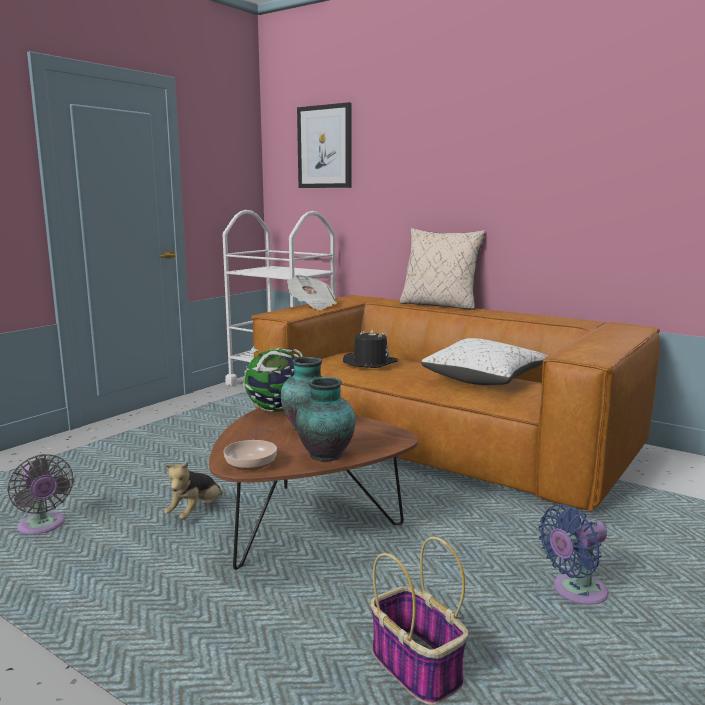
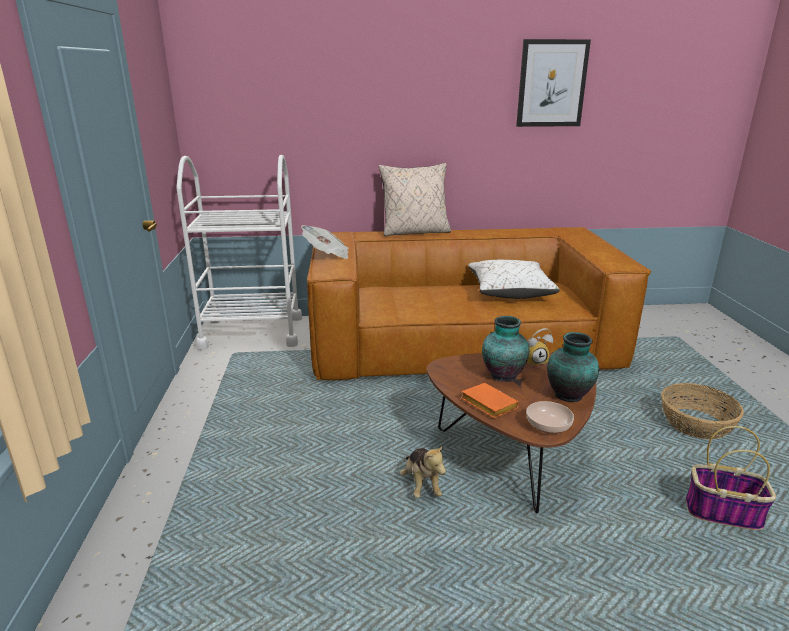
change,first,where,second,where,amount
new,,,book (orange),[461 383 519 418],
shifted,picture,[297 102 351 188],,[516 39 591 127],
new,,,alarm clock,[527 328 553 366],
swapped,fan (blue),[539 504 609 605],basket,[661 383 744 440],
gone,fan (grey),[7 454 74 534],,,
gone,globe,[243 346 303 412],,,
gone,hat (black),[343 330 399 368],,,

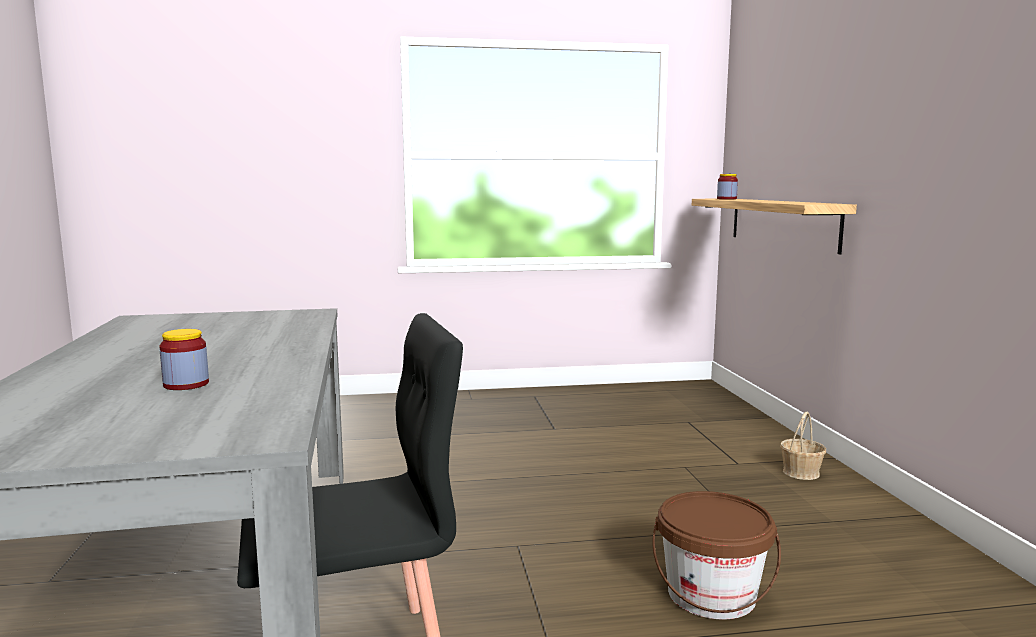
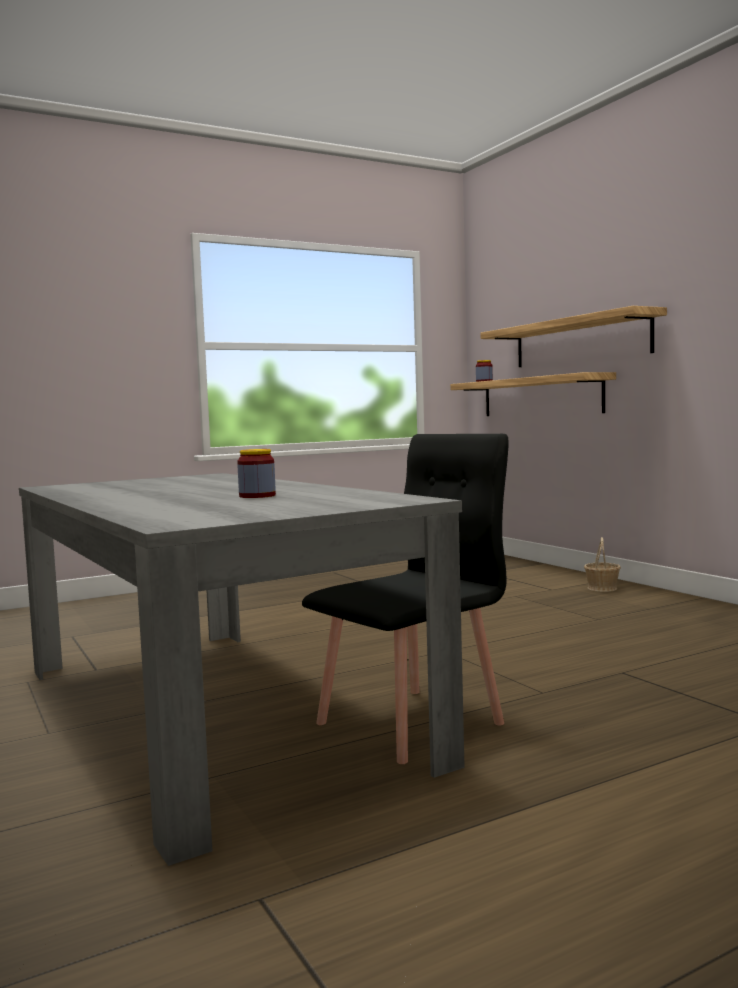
change,first,where,second,where,amount
new,,,shelf,[481 306 667 367],
gone,bucket (brown),[652 491 781 620],,,

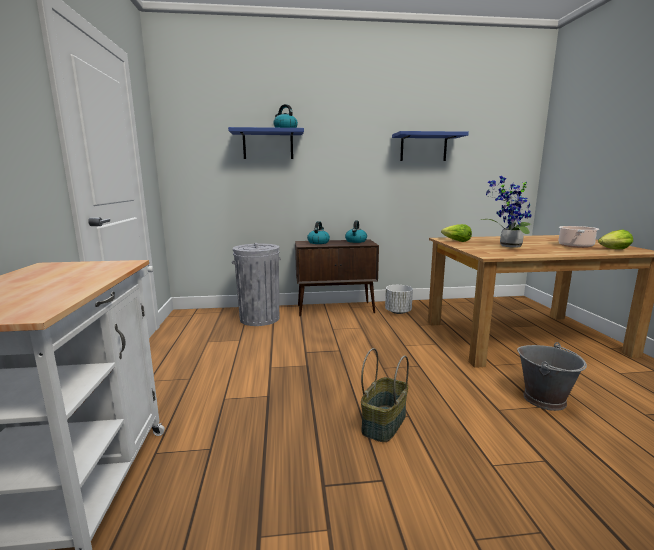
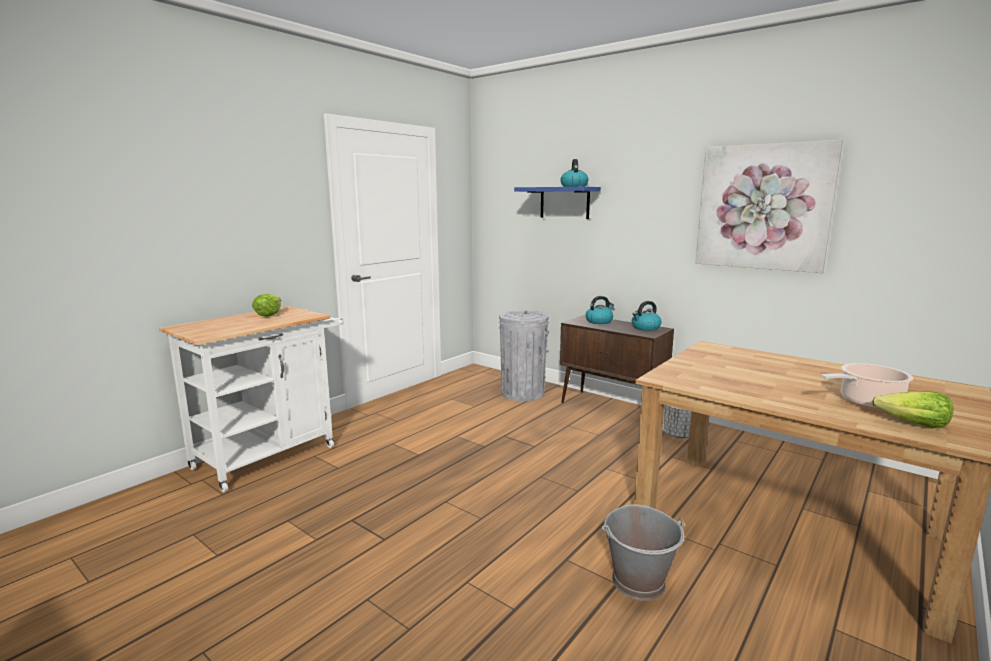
change,first,where,second,where,amount
shifted,lettuce,[441 224 472 242],,[252 294 281 317],
swapped,shelf (blue),[392 131 469 161],picture,[695 140 843 273],
gone,basket,[361 348 409 442],,,
gone,potted plant,[481 176 532 248],,,

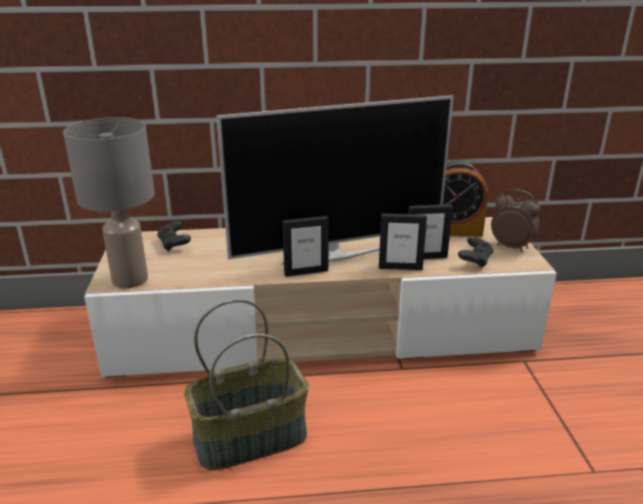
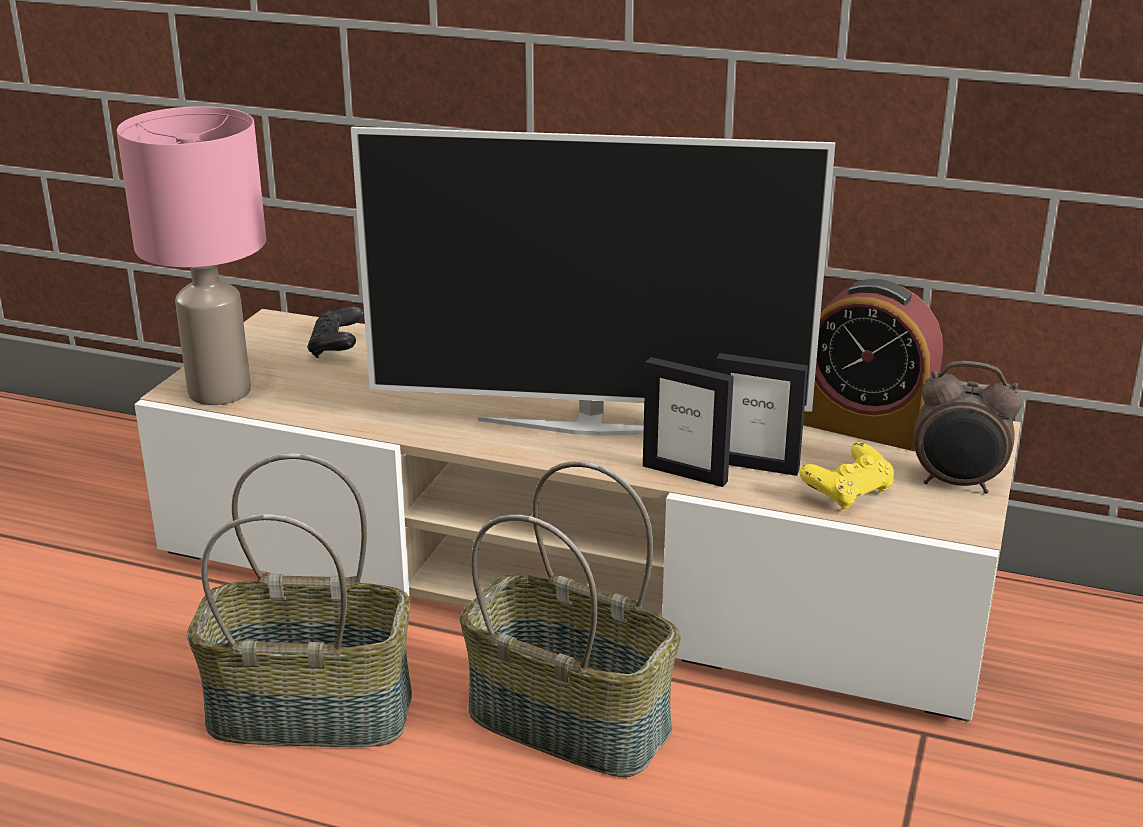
change,first,where,second,where,amount
repainted,table lamp (grey),[63 117 155 288],table lamp (pink),[117 106 266 405],
new,,,basket,[460 461 680 778],
repainted,game controller (black),[458 236 493 268],game controller (yellow),[800 442 894 511],
rotated,alarm clock,[491 189 540 252],,[914 361 1022 494],135 degrees clockwise
gone,picture frame,[283 216 329 277],,,

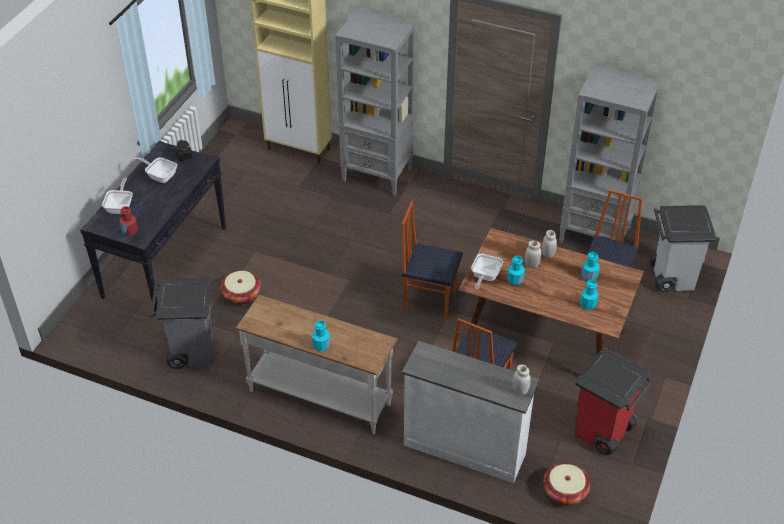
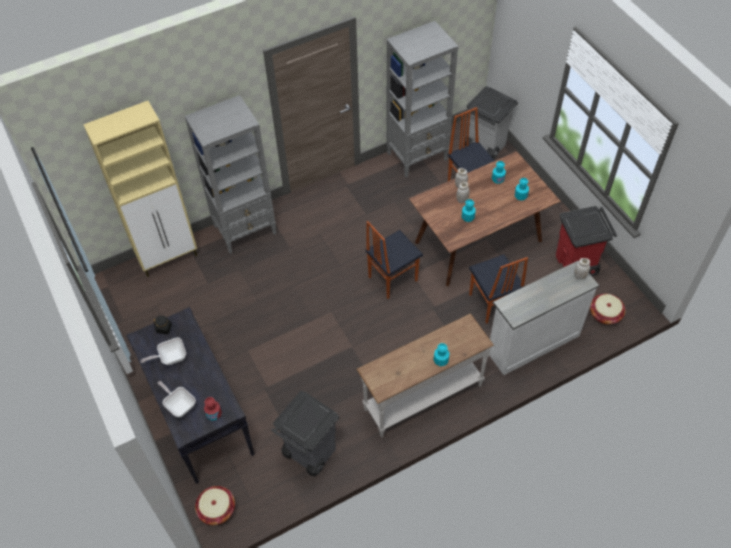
change,first,where,second,where,amount
shifted,basket,[221 271 261 305],,[195 486 235 525],
gone,frying pan,[471 254 503 290],,,

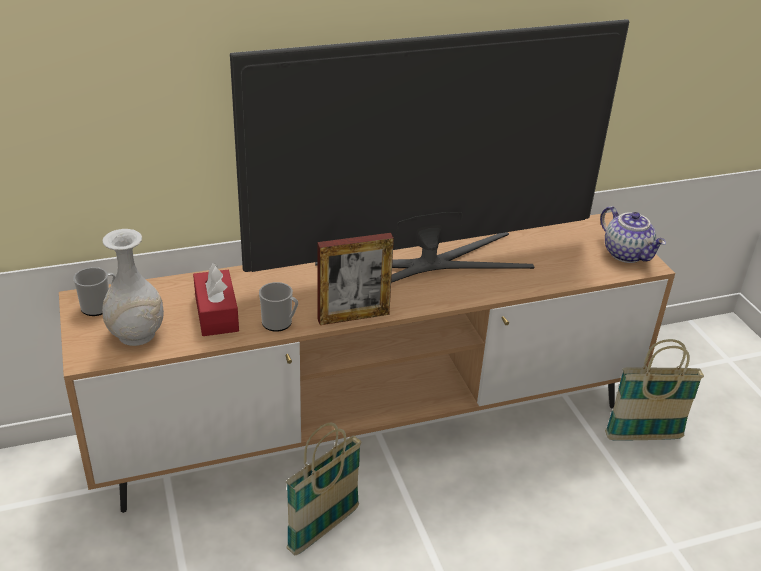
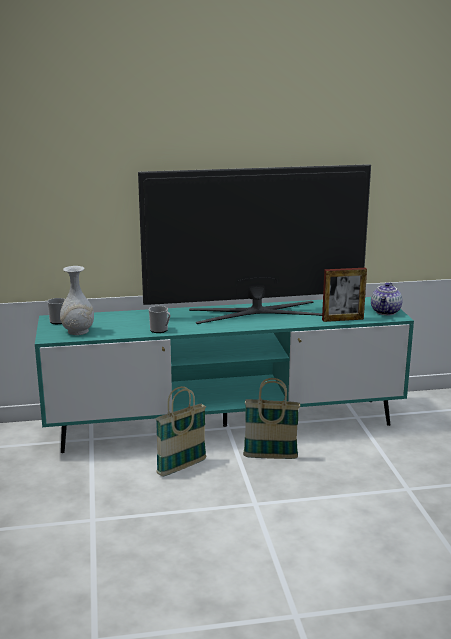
change,first,where,second,where,amount
repainted,tv stand (brown),[59 212 675 513],tv stand (turquoise),[35 297 414 453],
shifted,basket,[605 339 704 441],,[243 378 300 459],
shifted,picture frame,[317 233 394 325],,[322 268 367 322],
rotated,teapot,[600 206 666 263],,[371 283 402 315],45 degrees clockwise
gone,tissue box (red),[193 263 239 336],,,

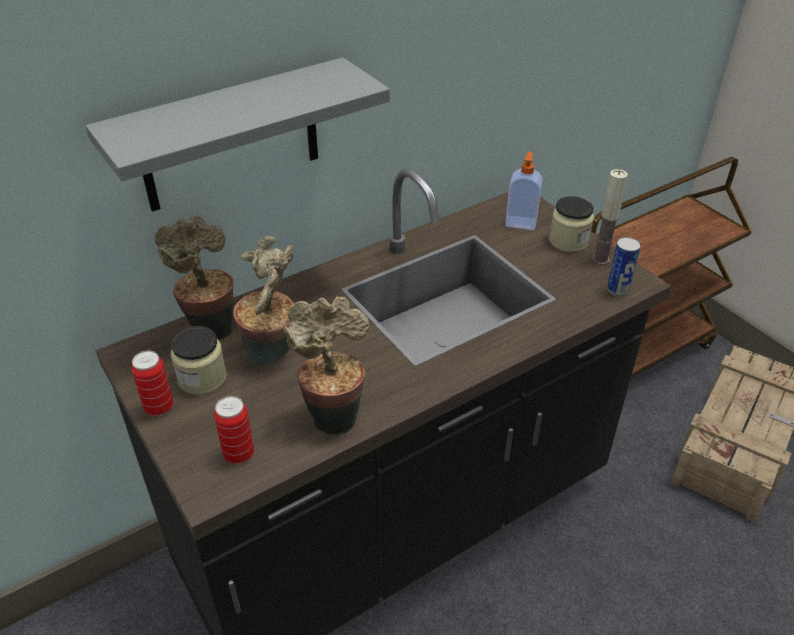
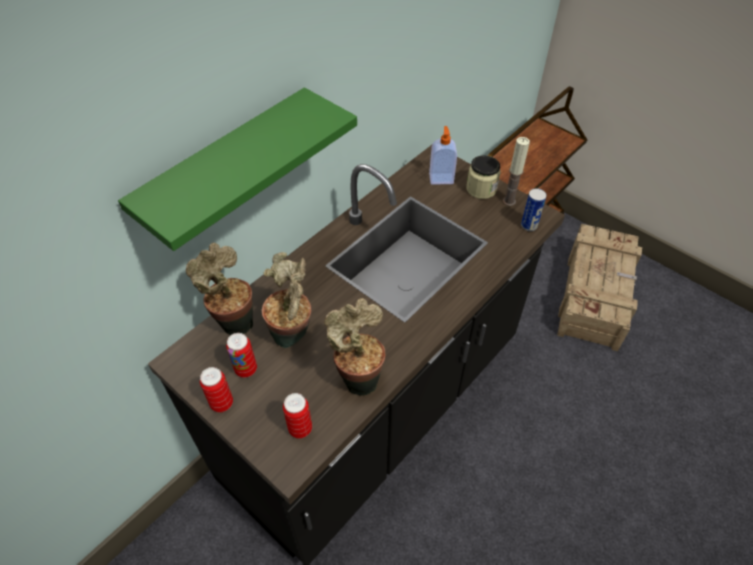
change,first,where,second,where,amount
repainted,shelf (grey),[85 57 390 212],shelf (green),[118 87 357 251],
swapped,jar,[171 326 227 395],can,[226 333 257 378],

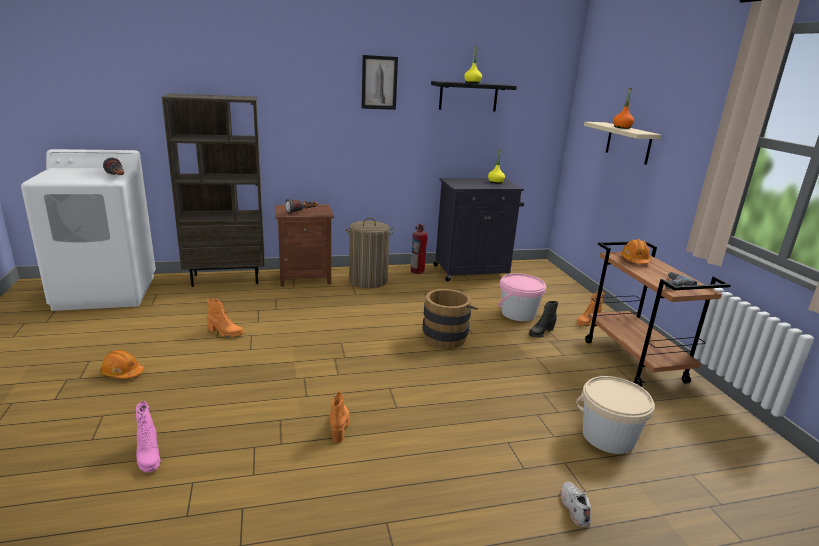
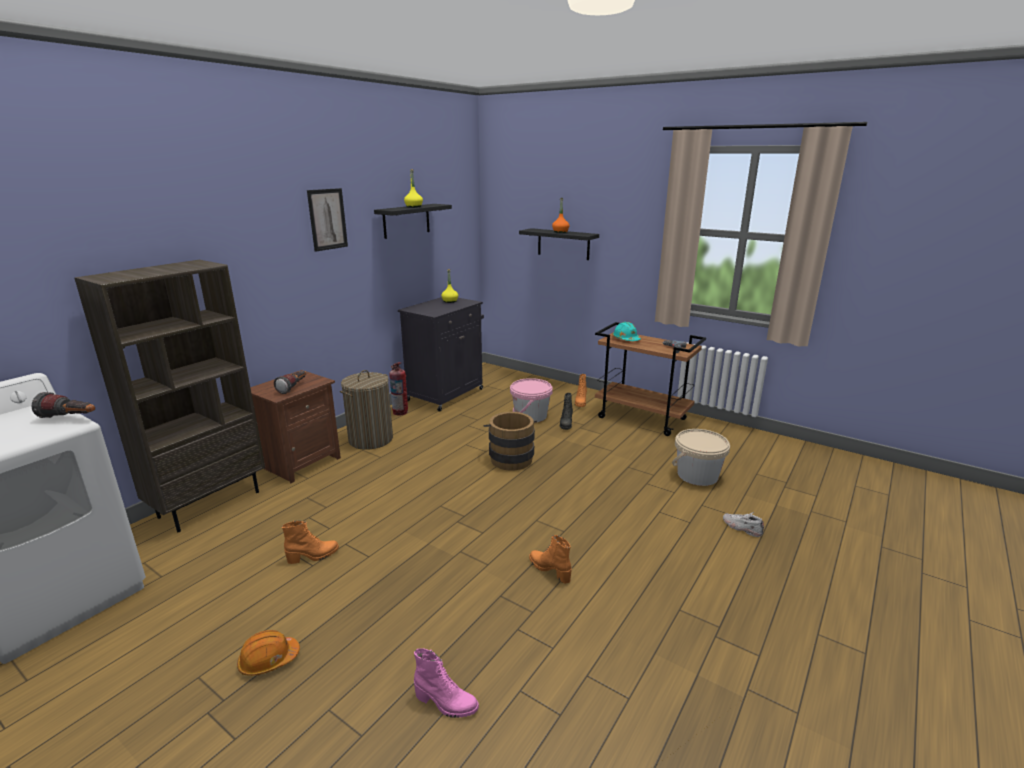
change,first,where,second,where,amount
repainted,shelf (beige),[584 122 661 165],shelf (black),[519 228 599 260],
repainted,hard hat (orange),[621 239 651 264],hard hat (turquoise),[613 322 641 341],

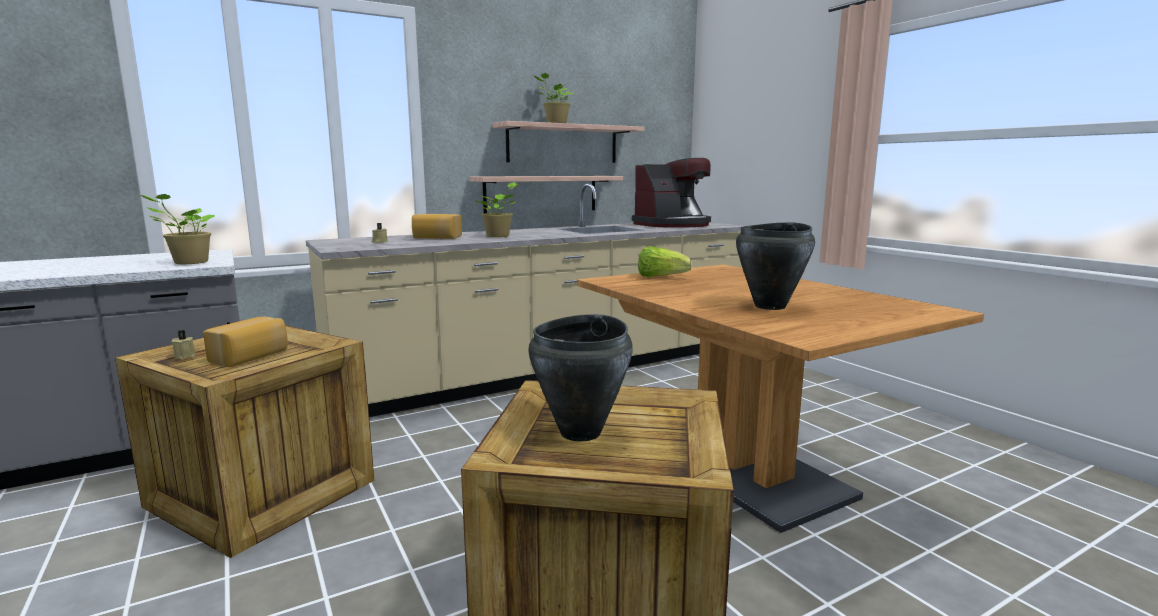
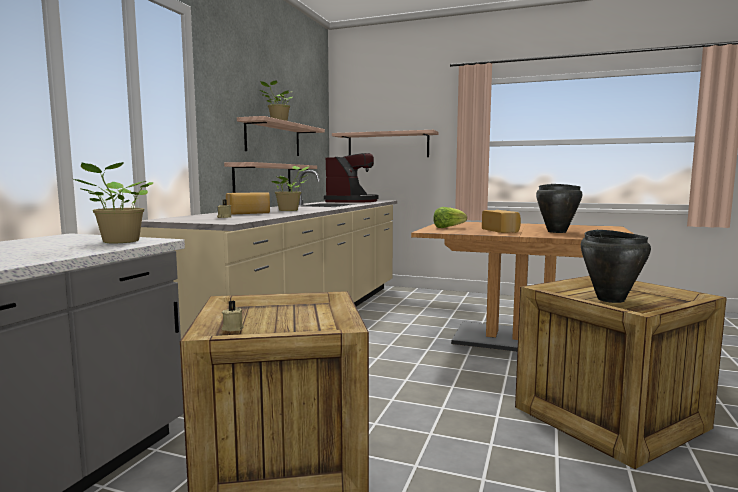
change,first,where,second,where,amount
new,,,shelf,[332 130 439 157],
shifted,bread,[203 317 287 367],,[482 210 521 233],

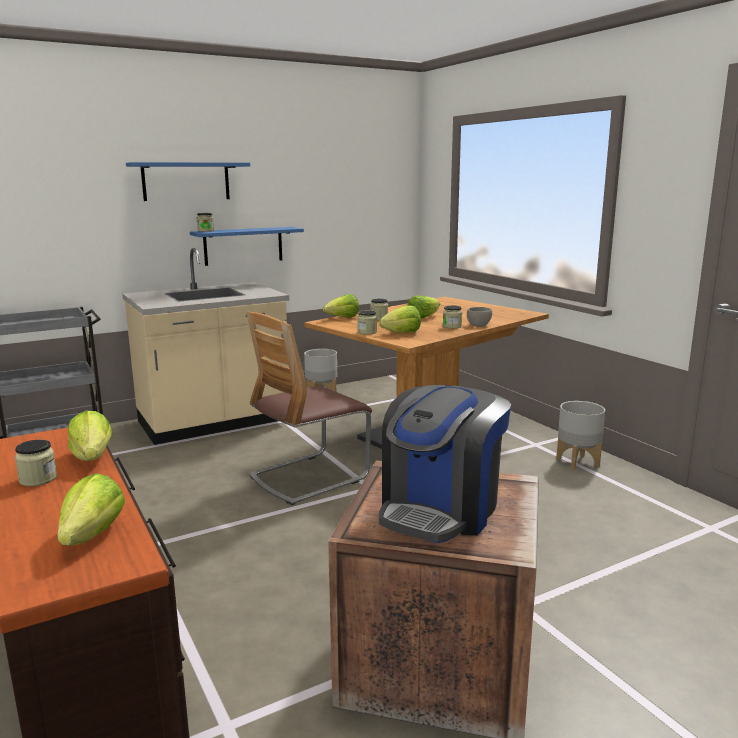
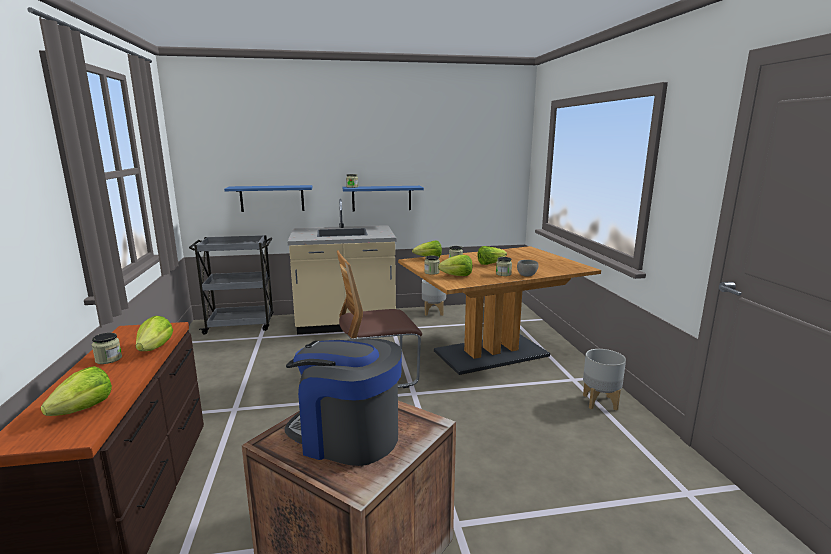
change,first,where,second,where,amount
shifted,shelf (blue),[126 162 250 201],,[224 185 313 212],
rotated,coffee machine,[379 385 511 543],,[285 339 402 466],60 degrees clockwise

